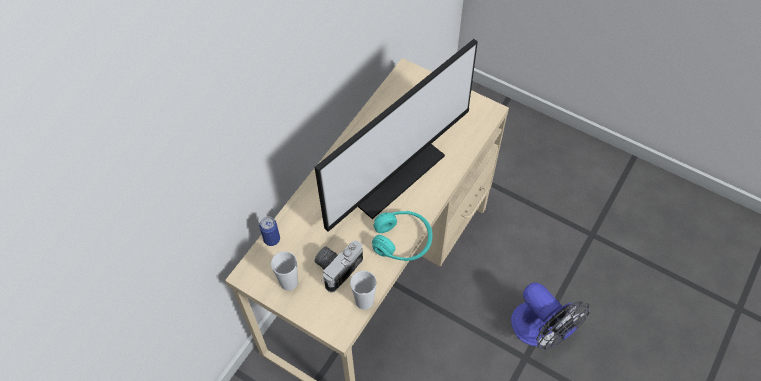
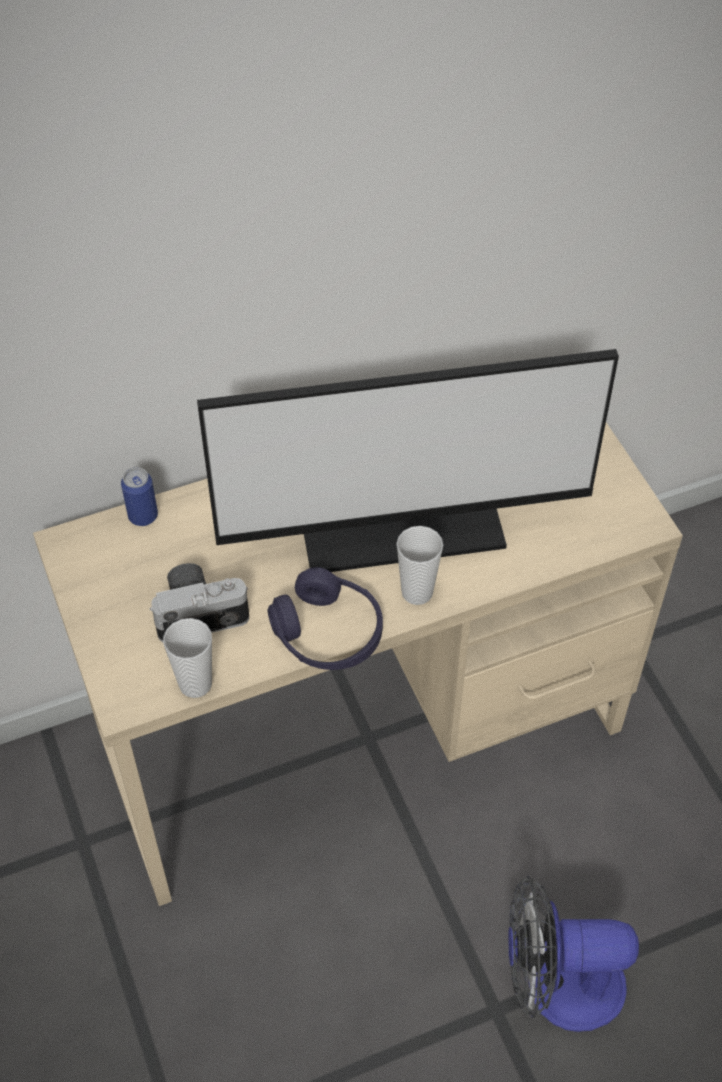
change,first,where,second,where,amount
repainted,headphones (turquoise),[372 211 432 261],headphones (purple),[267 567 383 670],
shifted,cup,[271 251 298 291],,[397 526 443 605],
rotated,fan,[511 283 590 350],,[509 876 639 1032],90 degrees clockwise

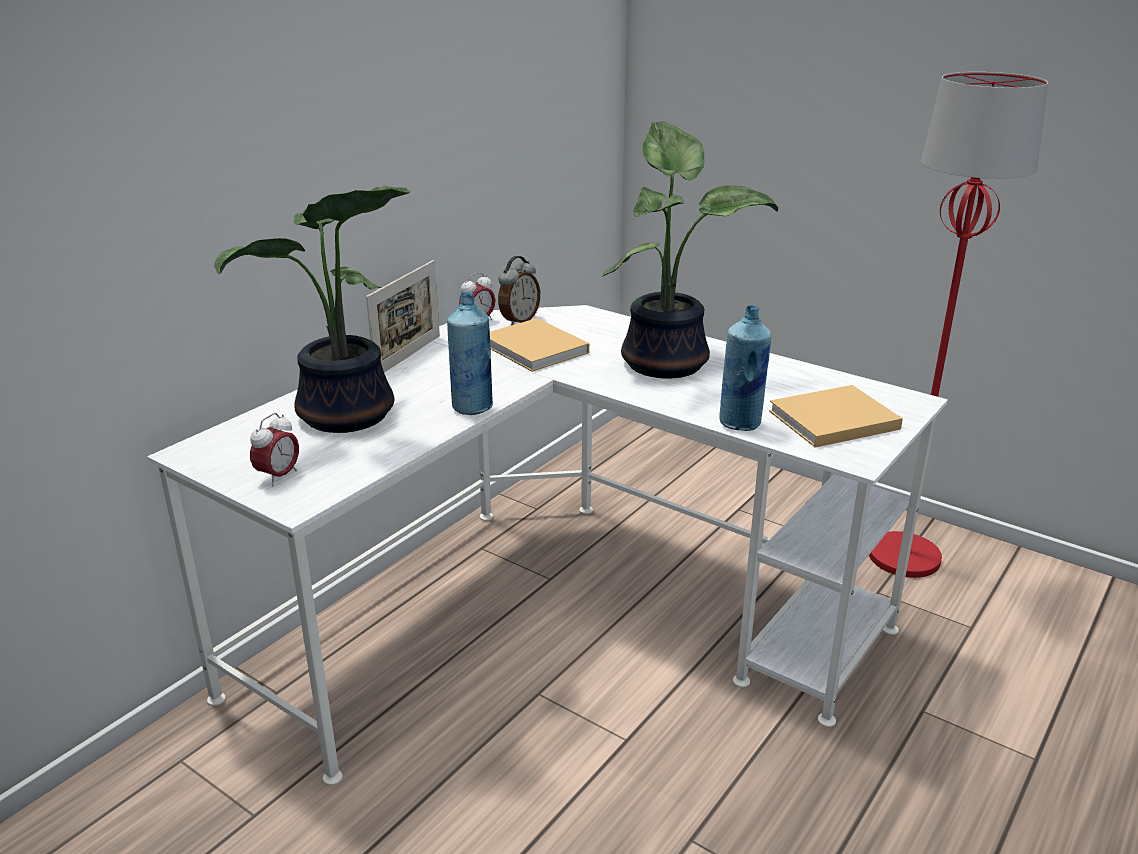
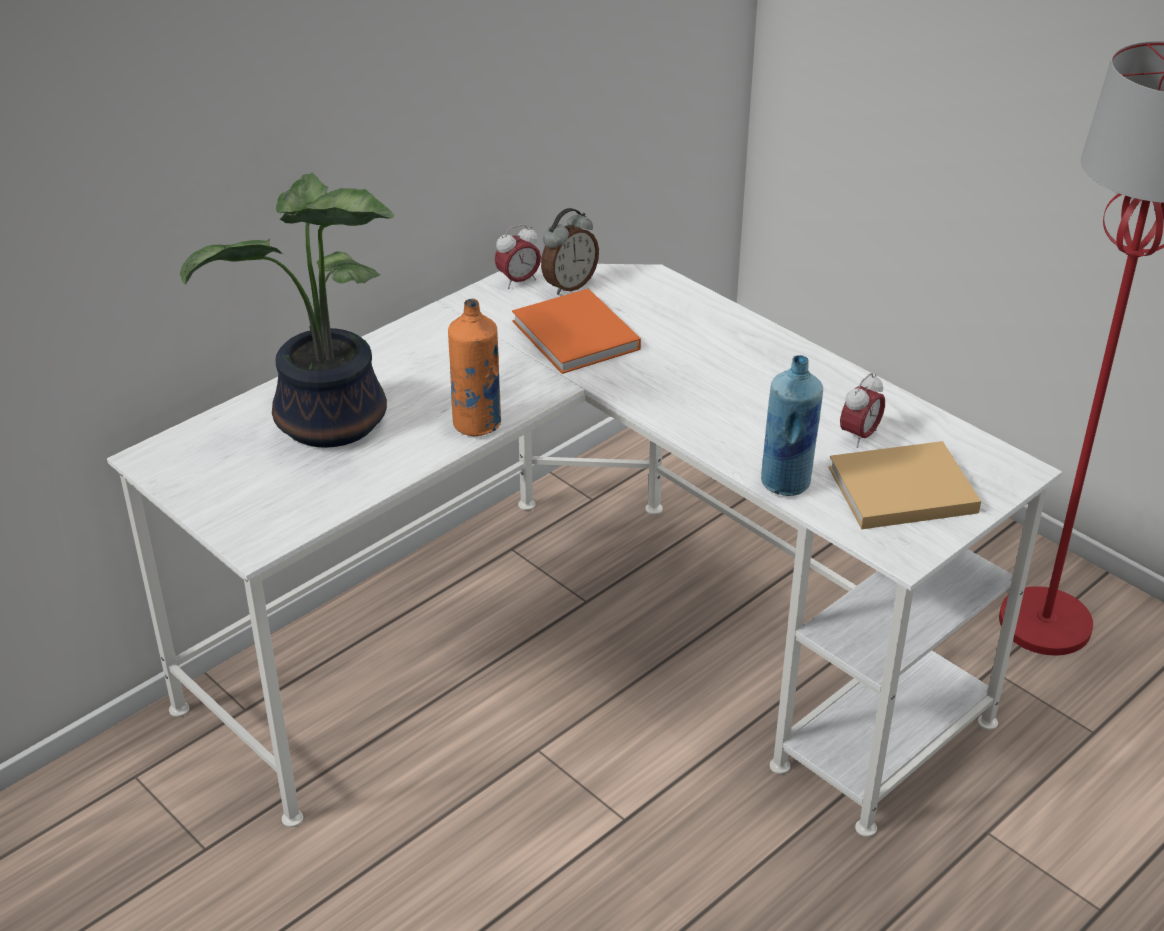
change,first,where,second,where,amount
repainted,bottle (blue),[447 292 493 415],bottle (orange),[448 299 501 436],
repainted,book (beige),[490 318 589 372],book (orange),[512 288 641 374],
shifted,alarm clock,[250 413 299 486],,[840 373 885 448],
gone,picture frame,[366 260 440 373],,,
gone,potted plant,[602 121 778 379],,,

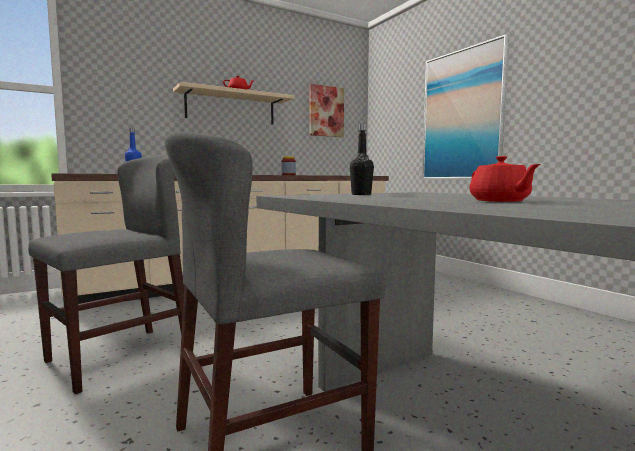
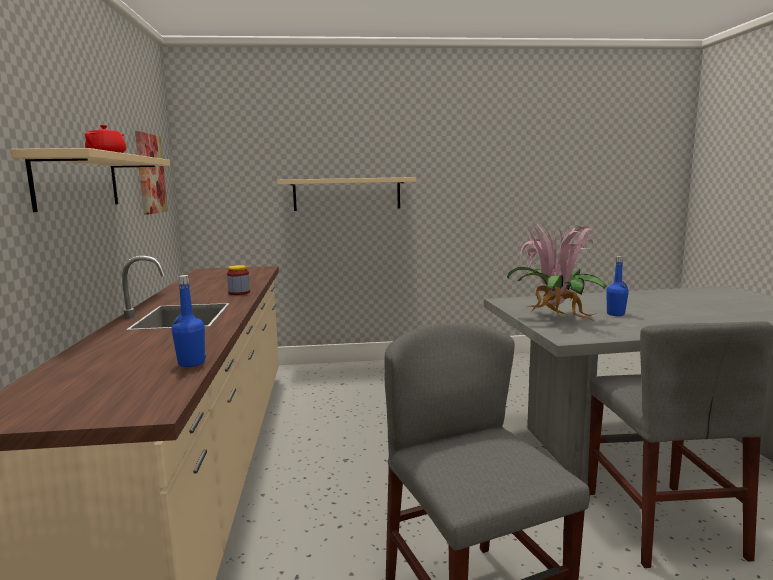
change,first,where,second,where,amount
swapped,picture,[422 34 509 179],shelf (beige),[277 177 416 211],
swapped,bottle (black),[350 124 374 195],potted plant,[507 221 607 323],
new,,,bottle (blue),[606 256 629 316],
gone,teapot (red),[469 156 540 202],,,

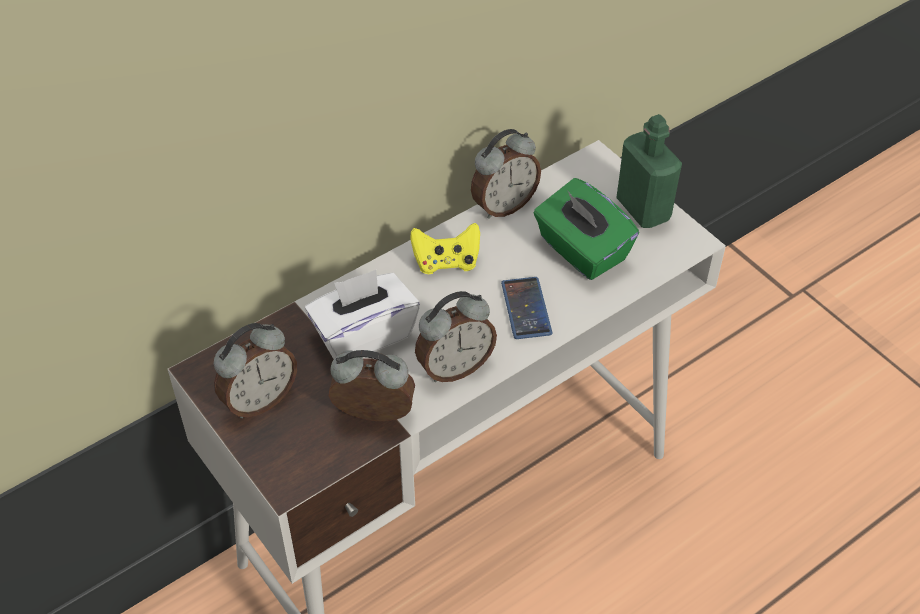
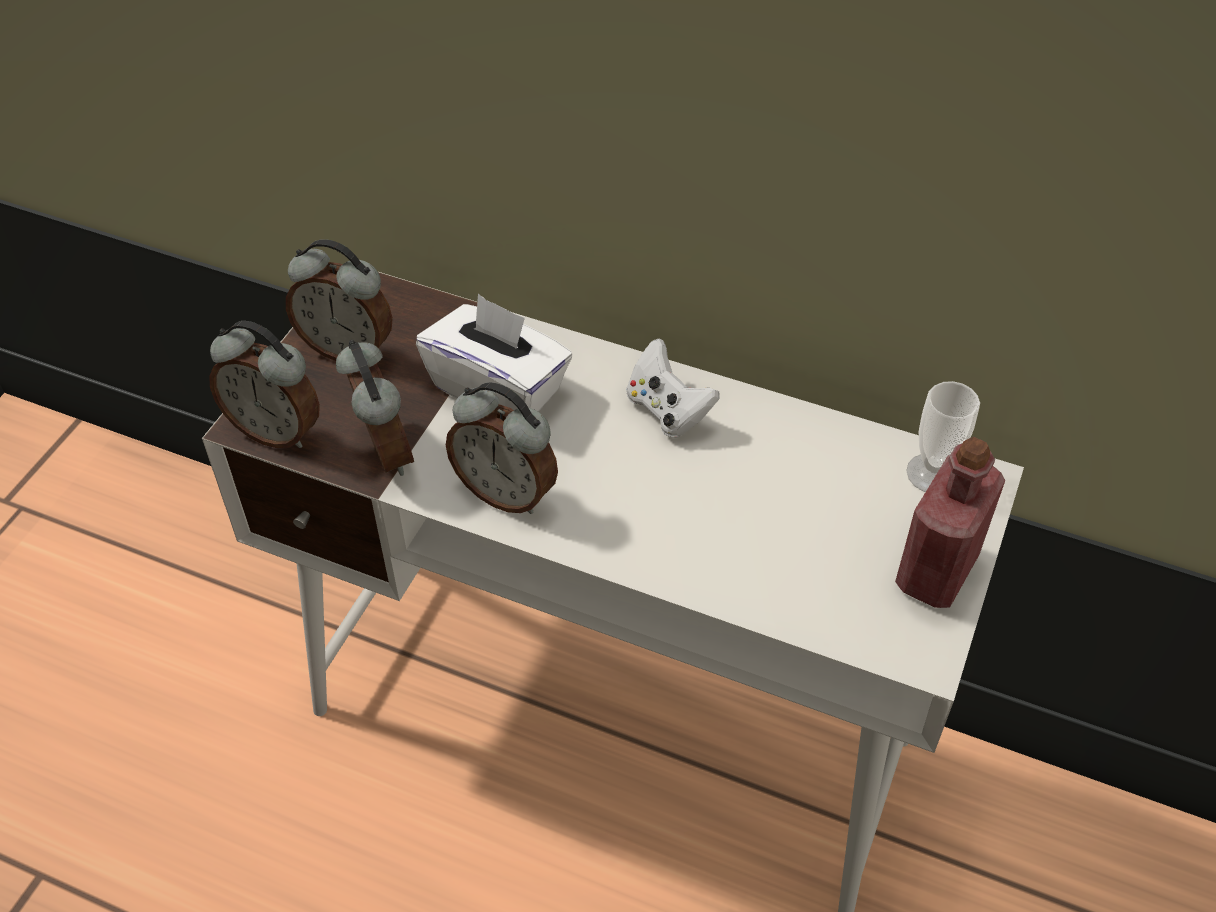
change,first,where,second,where,amount
shifted,alarm clock,[471 129 541 219],,[209 321 320 448],
repainted,game controller (yellow),[410 223 480 274],game controller (white),[627 339 720 438],
repainted,bottle (green),[616 114 682 228],bottle (red),[895 437 1005 608],
new,,,cup,[906 381 980 492],
gone,phone,[501 277 552 339],,,
gone,tissue box (green),[533 178 639 280],,,

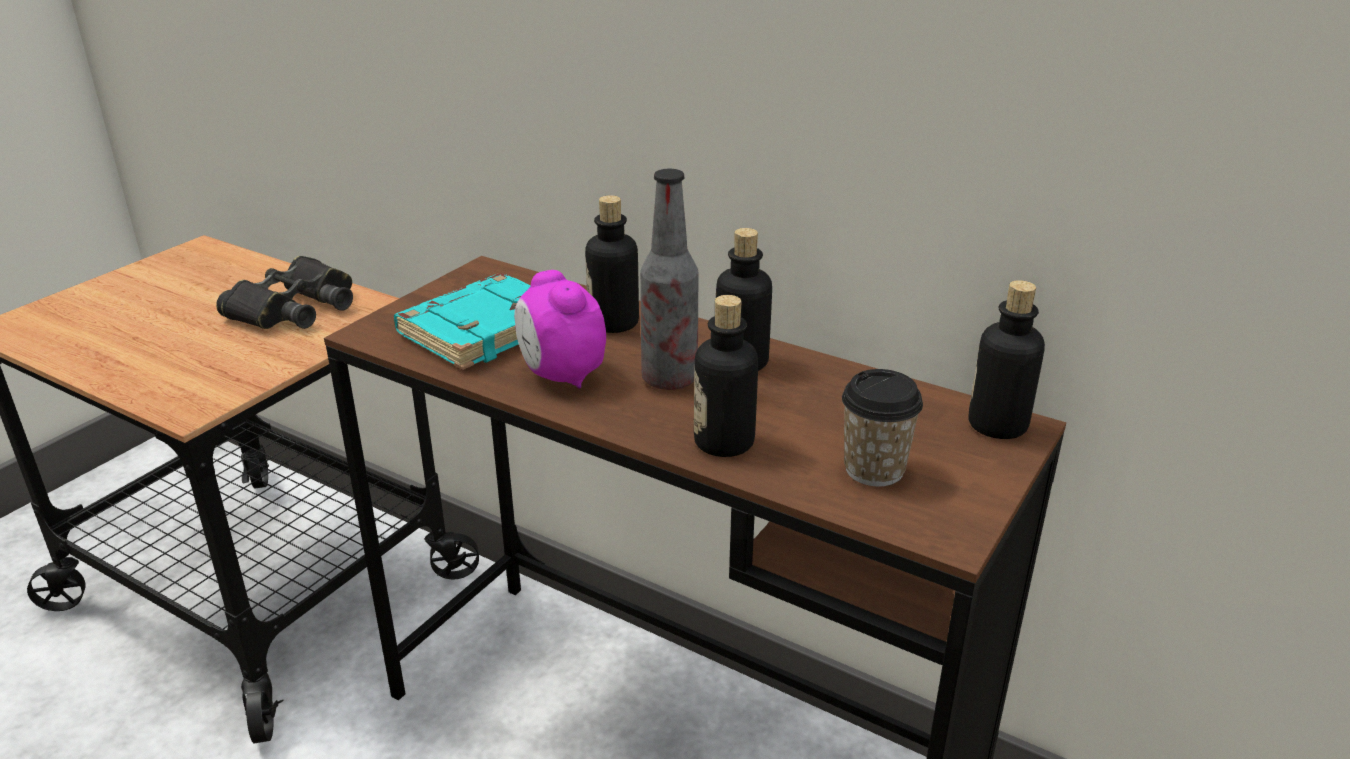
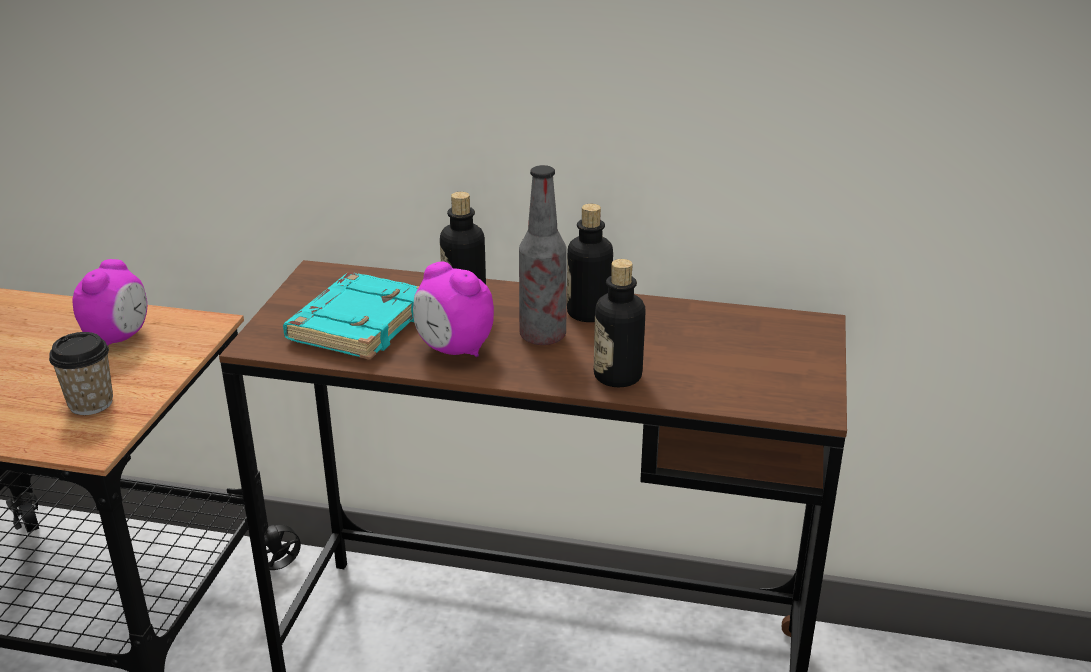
change,first,where,second,where,amount
shifted,cup,[842 369 923 487],,[49 332 113 415],
swapped,binoculars (black),[216 256 353 329],alarm clock,[72 259 147 346],
gone,bottle,[969 280 1045 439],,,

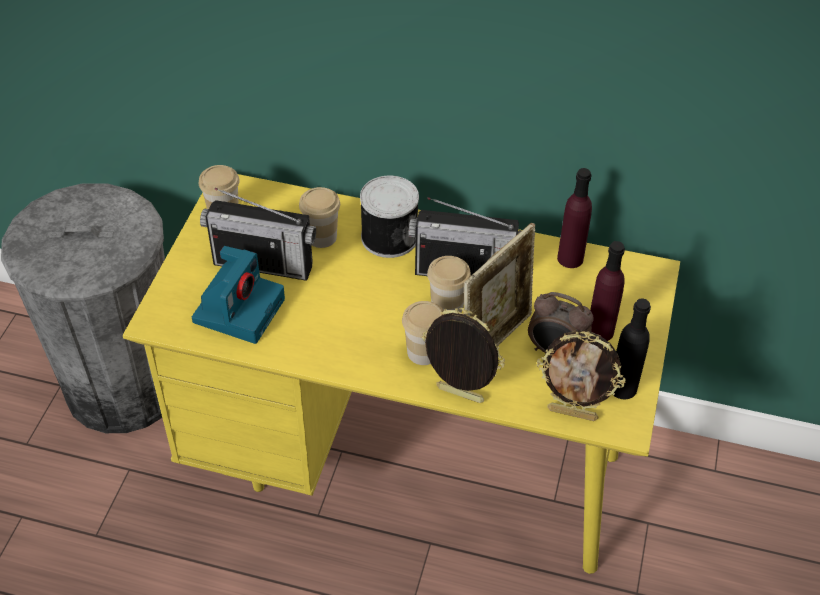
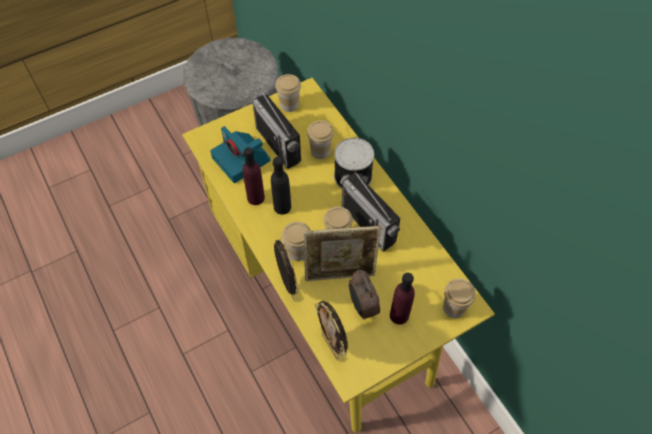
change,first,where,second,where,amount
rotated,photo camera,[192 246 285 344],,[210 126 270 183],75 degrees clockwise
shifted,bottle (purple),[557 168 592 268],,[243 147 265 205],
shifted,bottle (black),[612 299 651 399],,[271 157 291 215],
new,,,cup,[443 278 476 318],

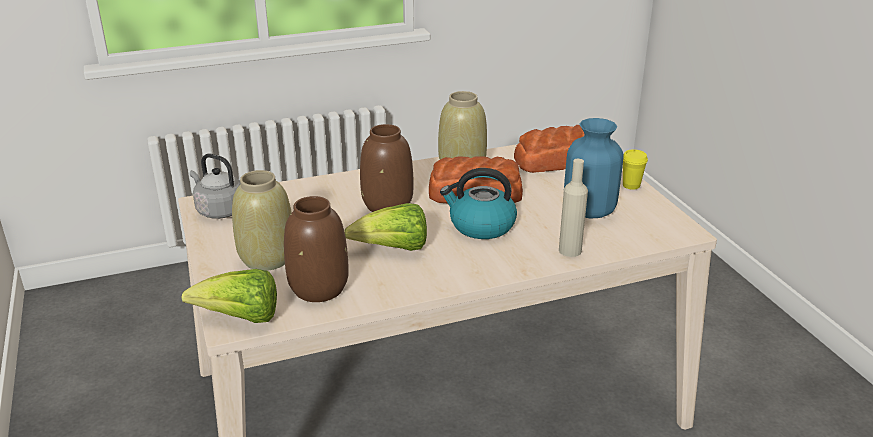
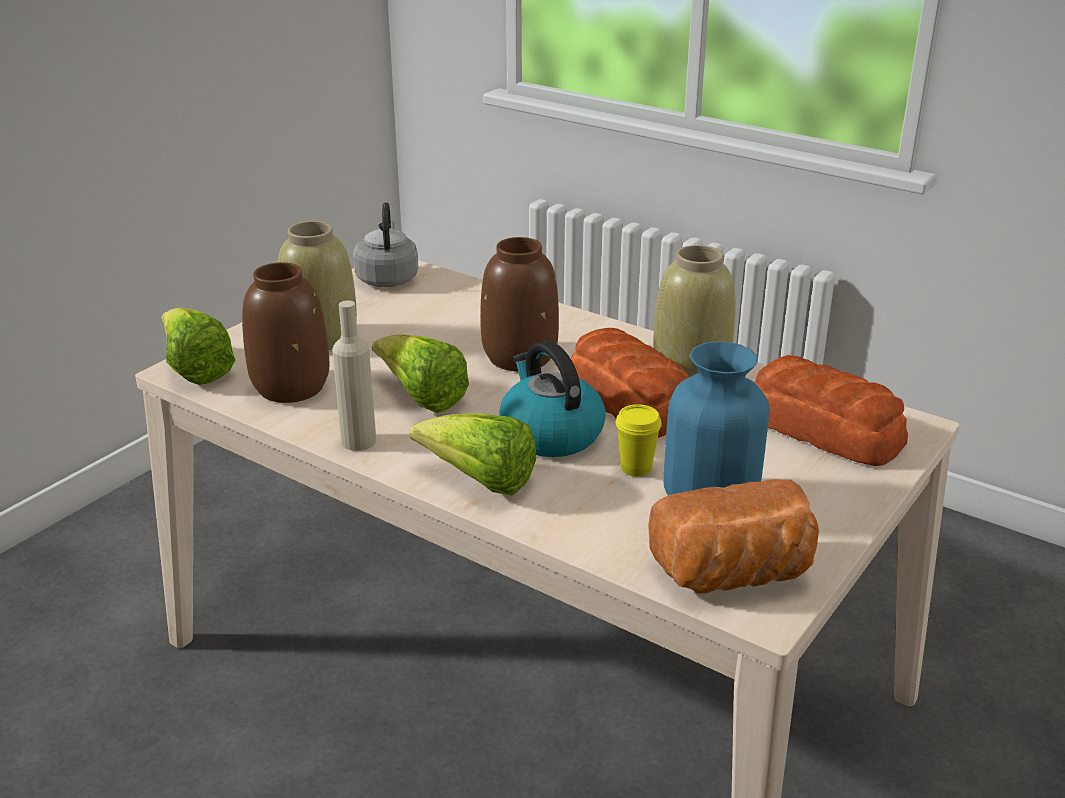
change,first,where,second,where,amount
shifted,bottle (beige),[559 159 588 257],,[332 300 376 451],
new,,,lettuce,[409 413 536 495],
shifted,cup (yellow),[623 149 648 190],,[616 404 662 477],
new,,,bread,[648 479 819 594],

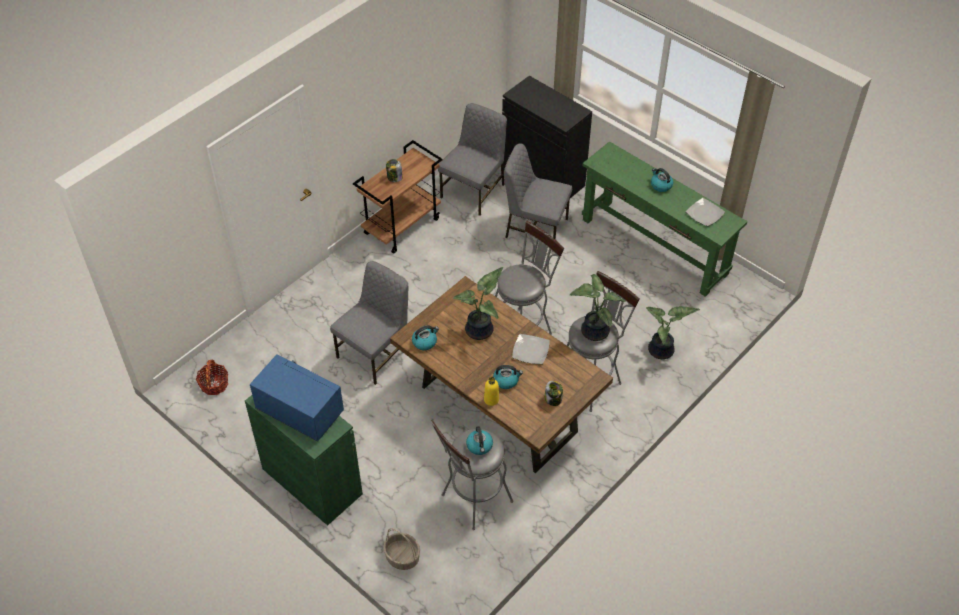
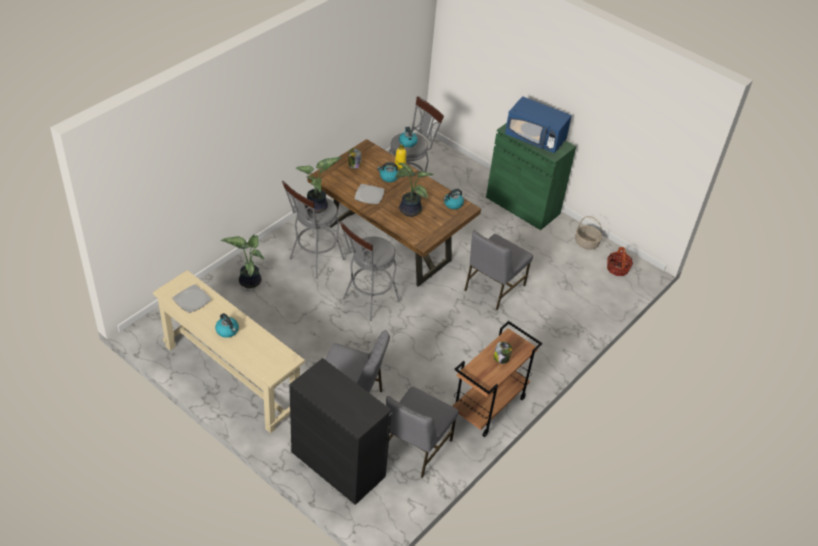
change,first,where,second,where,amount
repainted,console table (green),[582 141 747 297],console table (beige),[153 270 305 433],
shifted,basket,[383 528 420 570],,[575 216 602 250],

